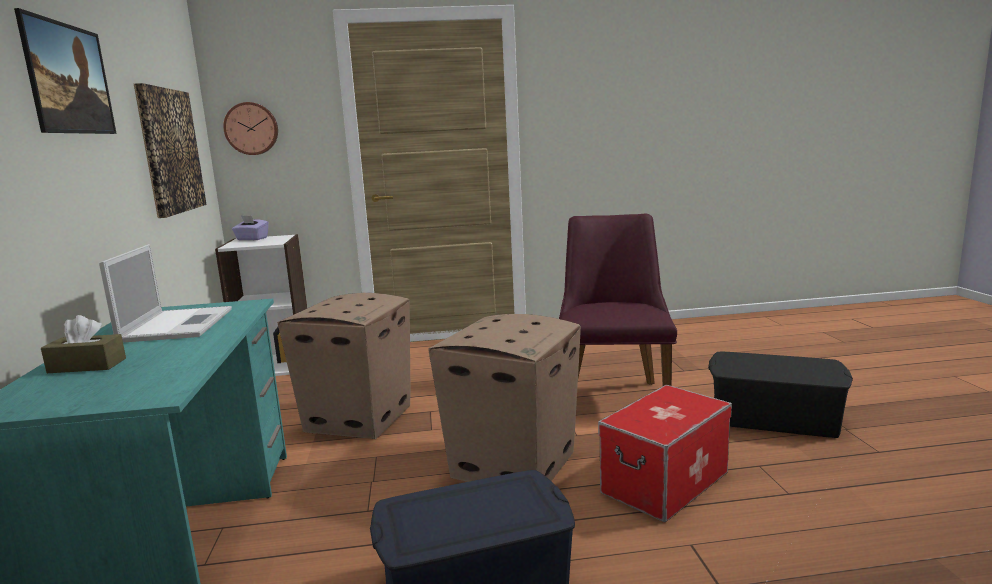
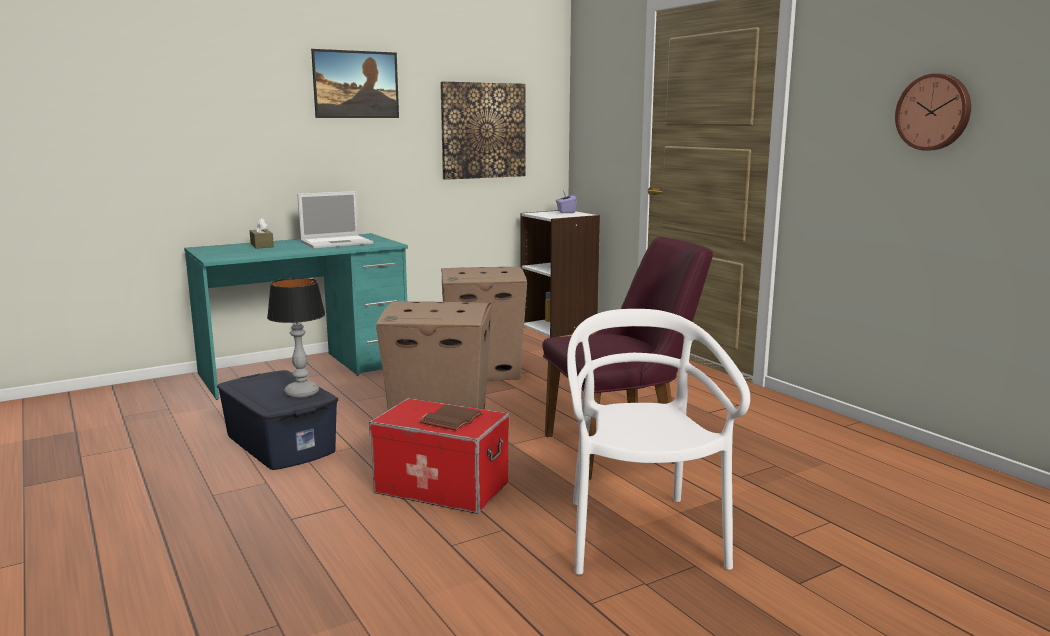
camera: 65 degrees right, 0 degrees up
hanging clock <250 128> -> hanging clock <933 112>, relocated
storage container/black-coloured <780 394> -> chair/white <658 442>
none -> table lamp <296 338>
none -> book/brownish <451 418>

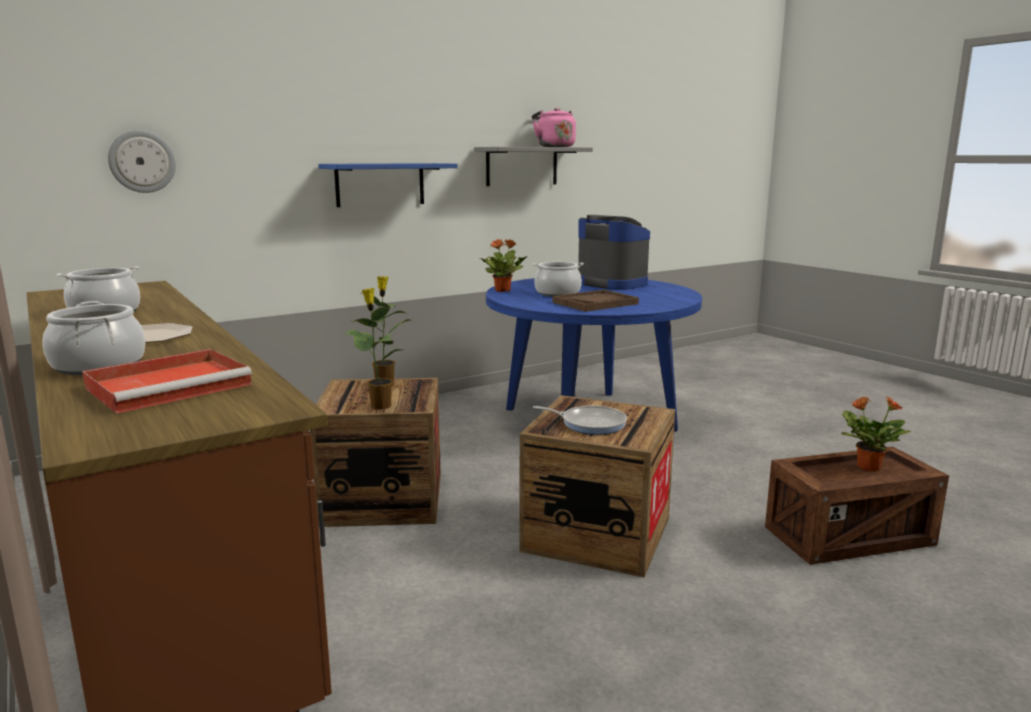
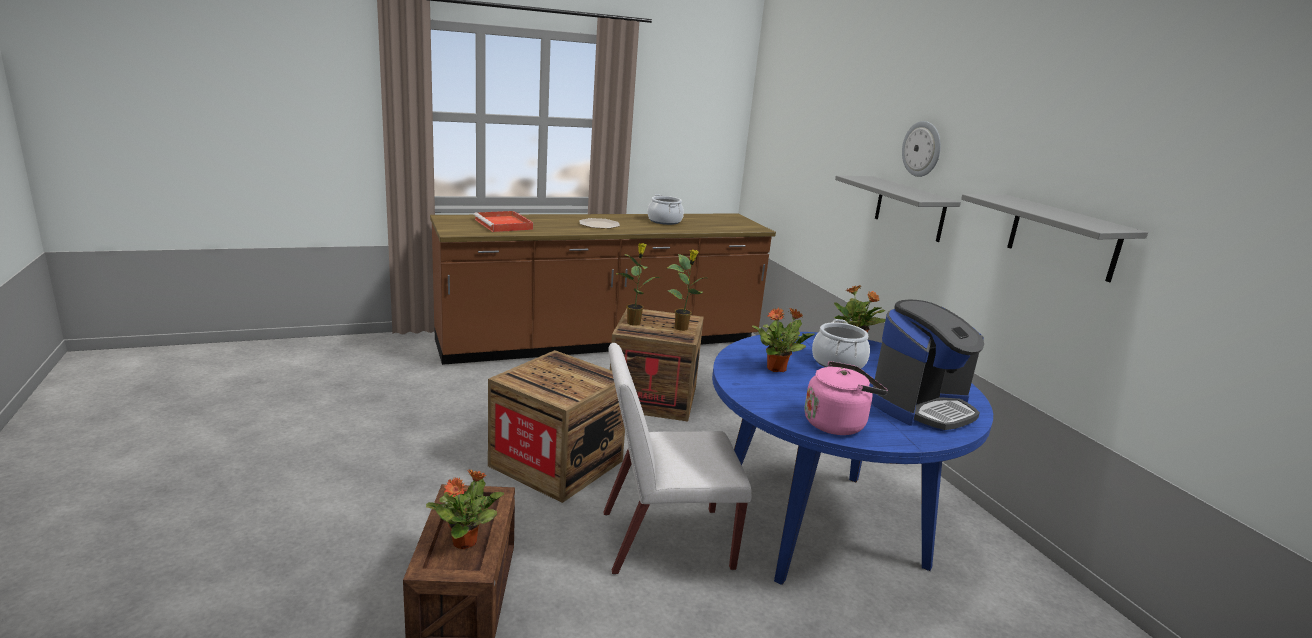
camera: 100 degrees right, 5 degrees up
stockpot <93 338> -> none
hanging clock <142 161> -> hanging clock <921 149>, relocated
bracket shelf/bluish <388 185> -> bracket shelf/grey <898 209>
tea kettle/pink <554 127> -> tea kettle/pink <846 398>, relocated
pan <580 420> -> none
carrying tray/brownish <596 301> -> houseplant <783 340>
none -> chair/white <677 459>

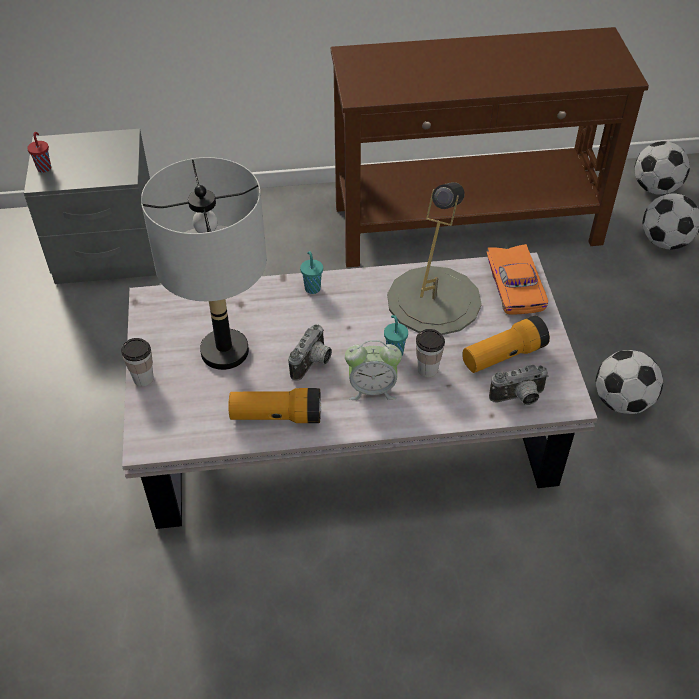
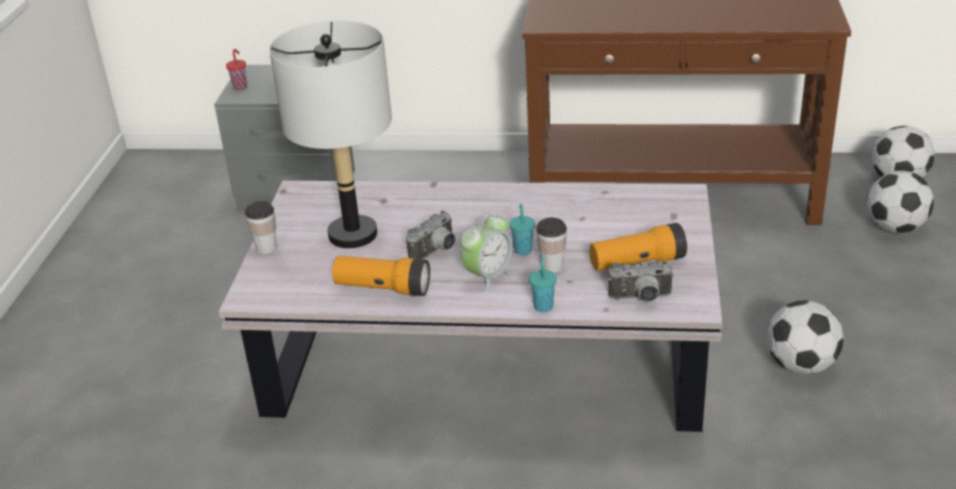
camera: 15 degrees right, 15 degrees down
small cup/blue-green <311 272> -> small cup/blue-green <543 285>, relocated
table clock <373 370> -> table clock <488 252>, 60 degrees counterclockwise
table lamp/grey <434 258> -> none
model car/orangey <517 279> -> none

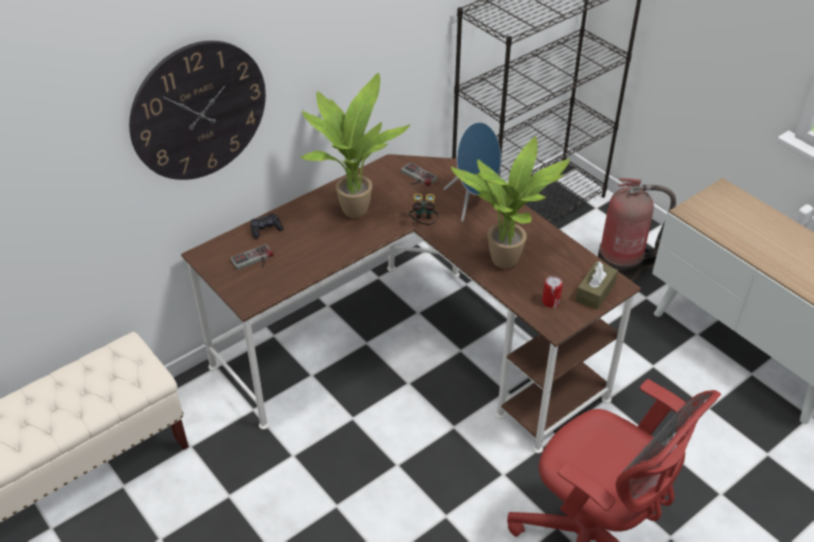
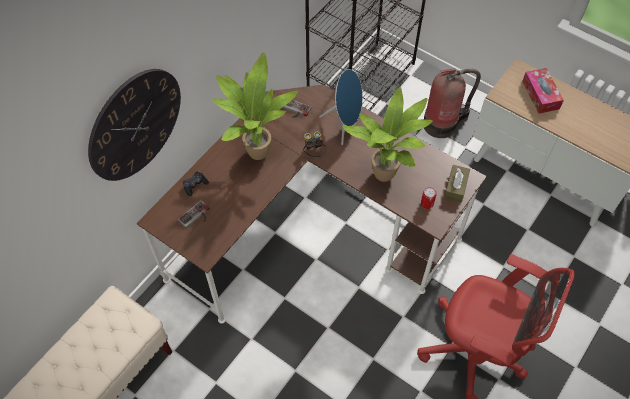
camera: 15 degrees left, 15 degrees up
none -> tissue box <543 91>

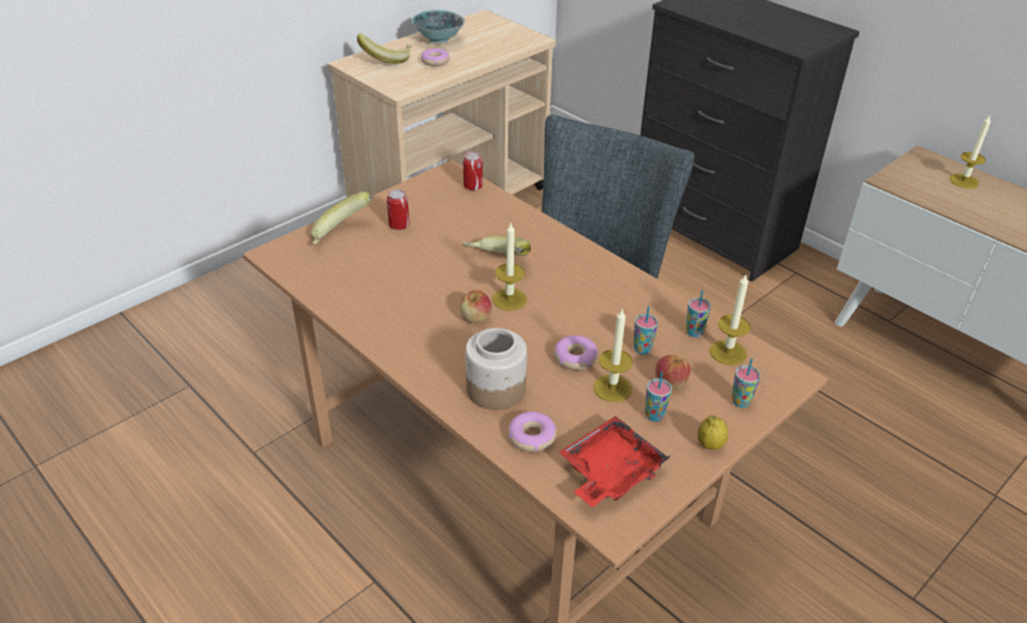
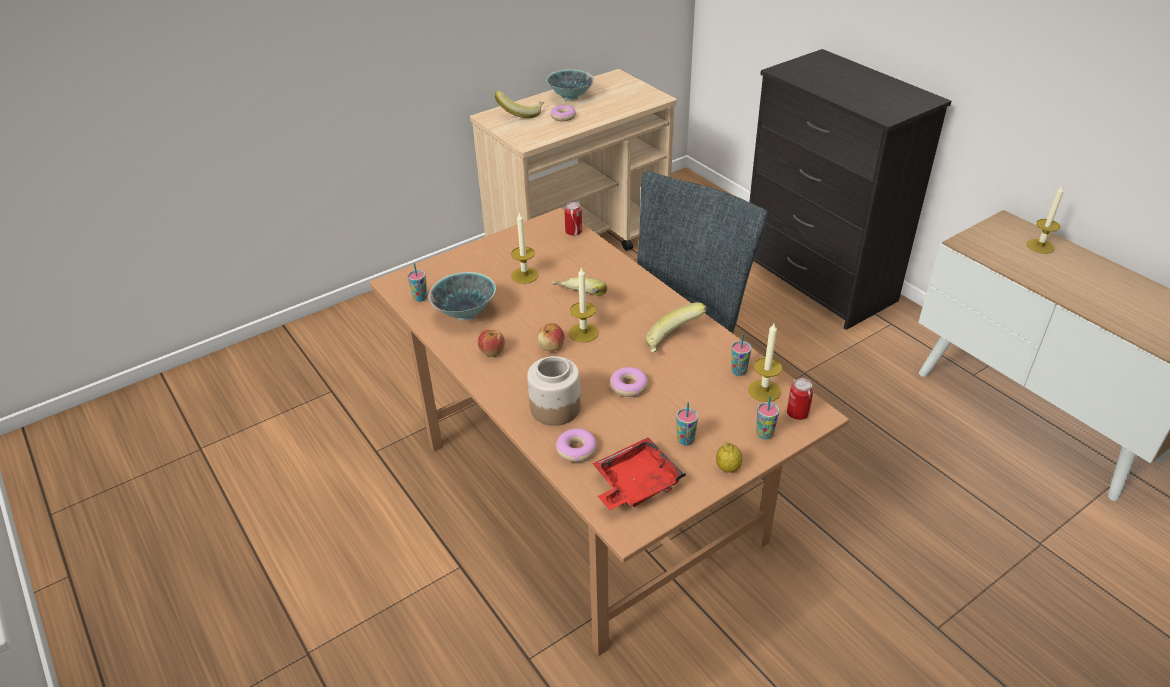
camera: 10 degrees right, 0 degrees up
banana <341 218> -> banana <676 327>, relocated
can <398 209> -> can <800 399>, relocated
wax candle <613 355> -> wax candle <524 248>, relocated
small cup <645 330> -> small cup <417 282>, relocated
whole apple <673 372> -> whole apple <491 343>, relocated
none -> bowl <462 296>

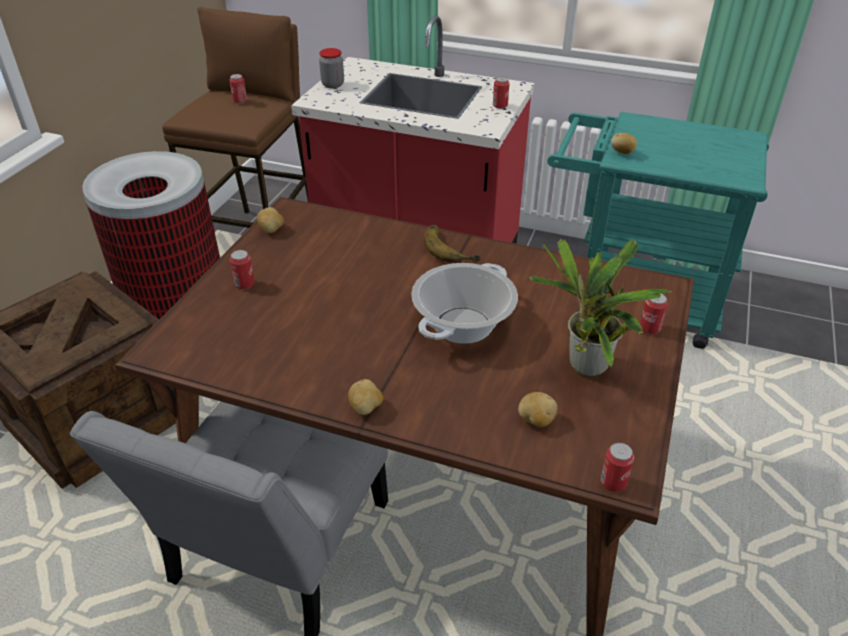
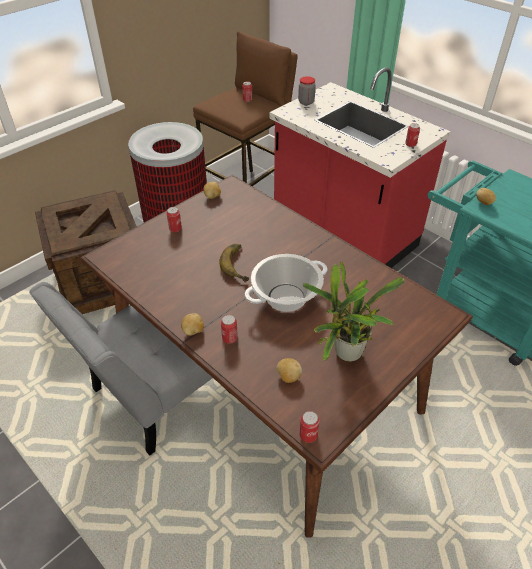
camera: 25 degrees right, 5 degrees up
banana <452 244> -> banana <234 262>, relocated
can <654 314> -> can <229 329>, relocated

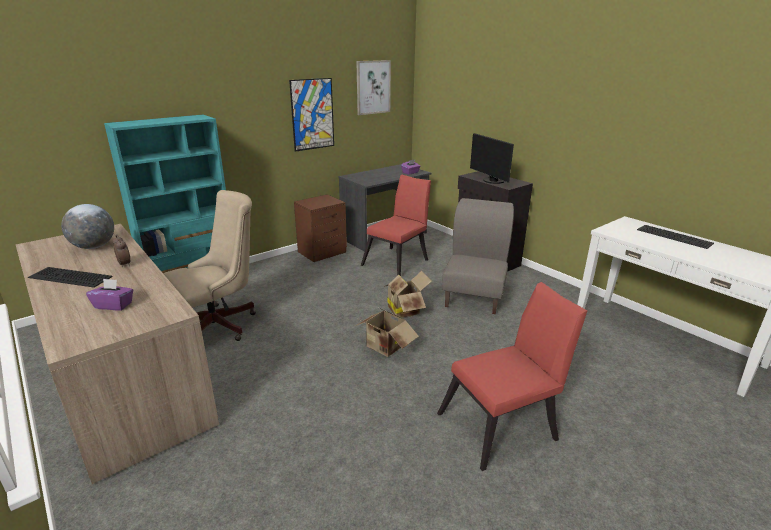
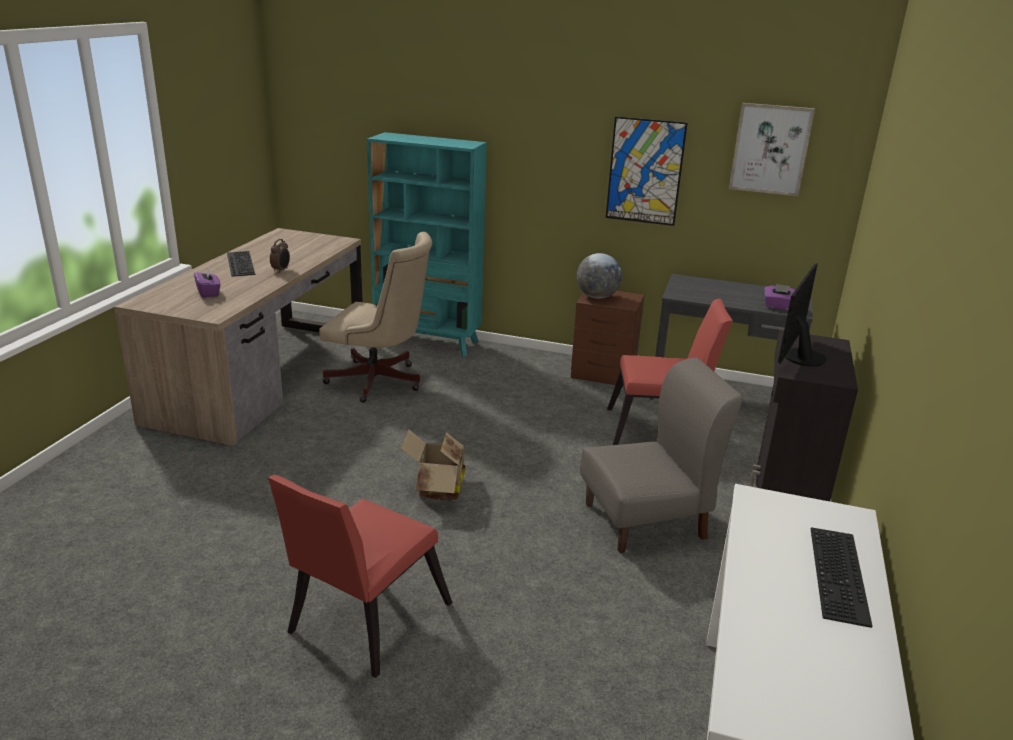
camera: 55 degrees right, 0 degrees up
desk globe <87 226> -> desk globe <599 276>, relocated
cardboard box <407 294> -> none
chair/reddish <512 376> -> chair/reddish <360 576>, 90 degrees clockwise

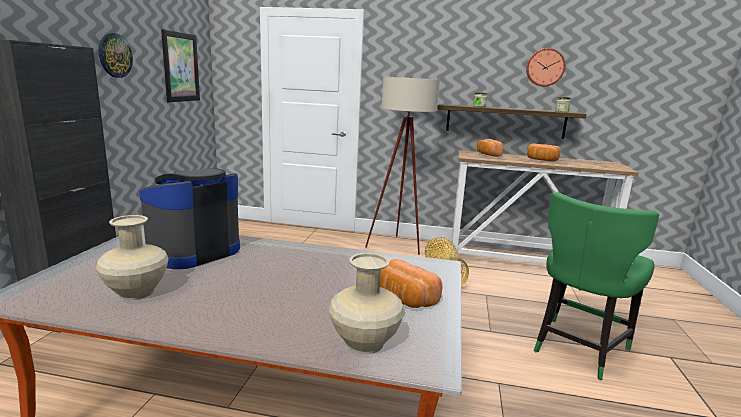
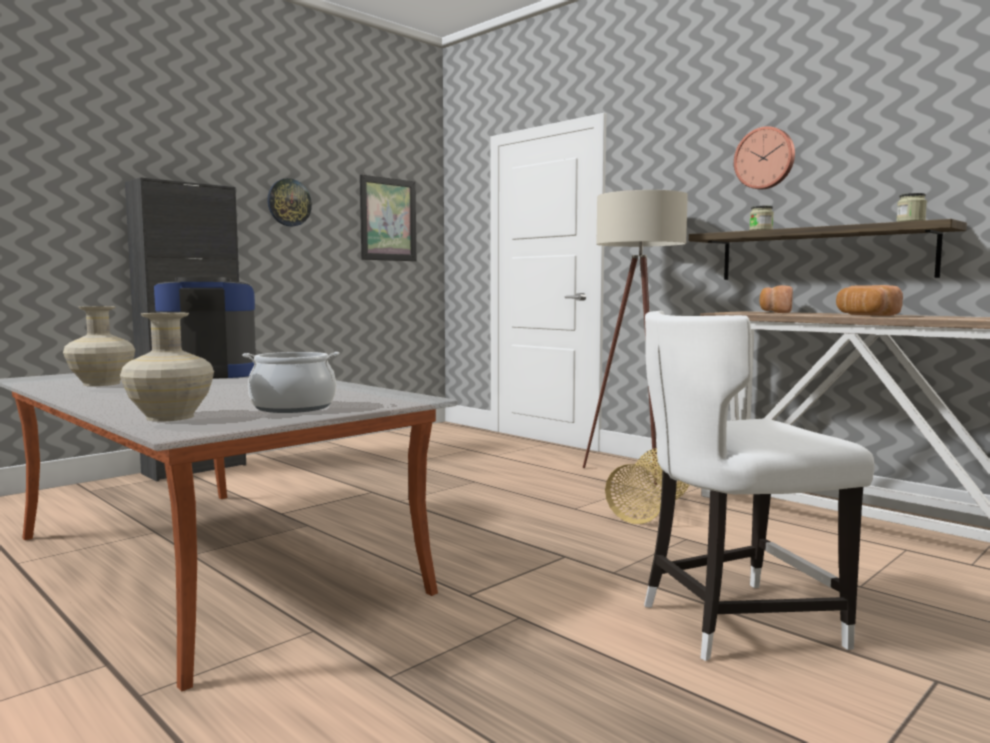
camera: 35 degrees right, 10 degrees down
bakery bread <411 283> -> stockpot <291 382>
hanging clock <545 67> -> hanging clock <764 157>, relocated
chair/greenish <596 286> -> chair/white <759 486>

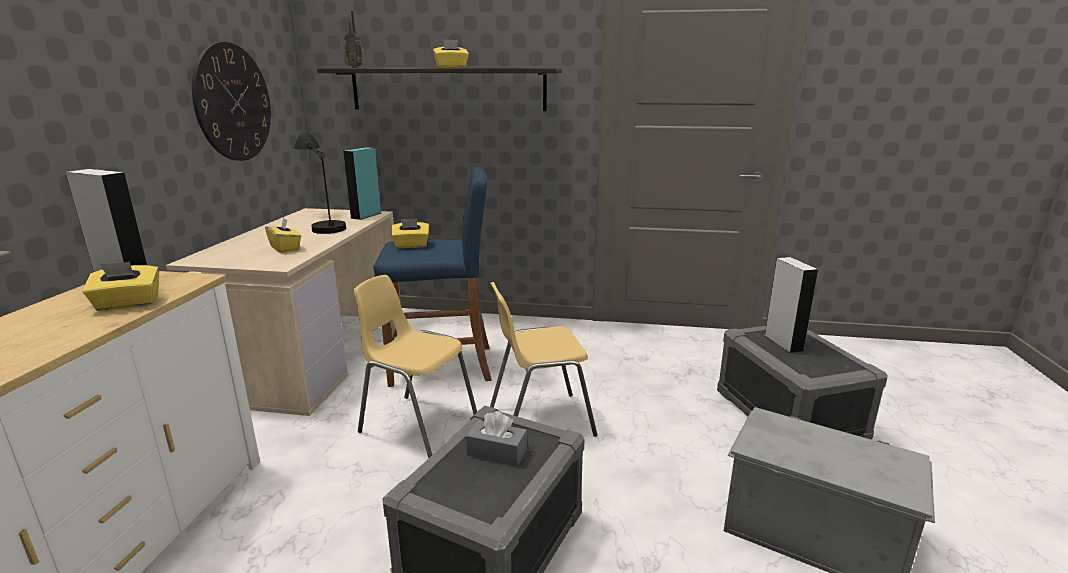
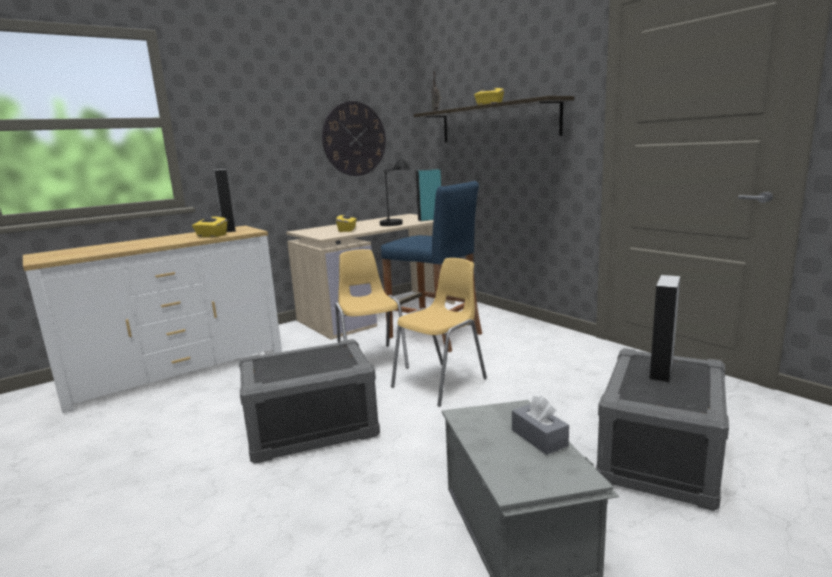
camera: 45 degrees right, 5 degrees down
tissue box/yellowish <410 233> -> none
tissue box/grey <496 438> -> tissue box/grey <540 425>, relocated
chair/yellowish <543 359> -> chair/yellowish <439 332>, 105 degrees clockwise

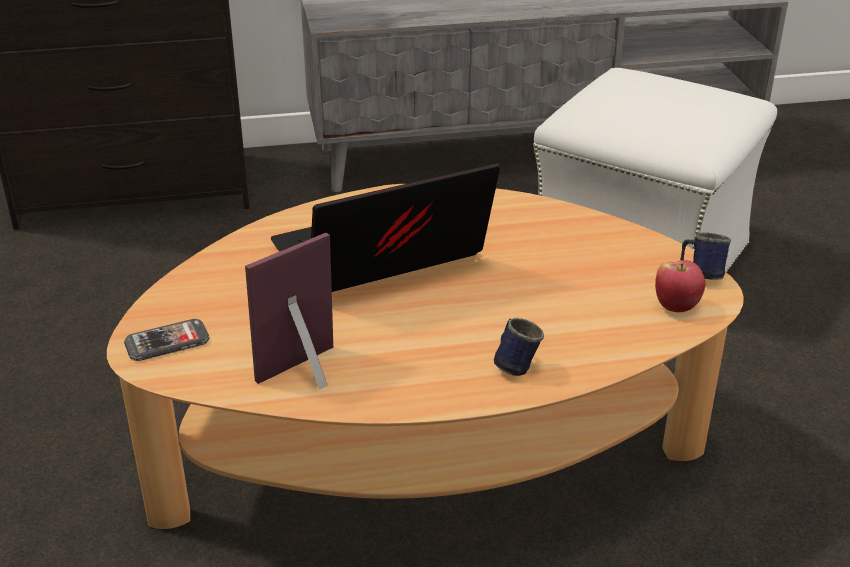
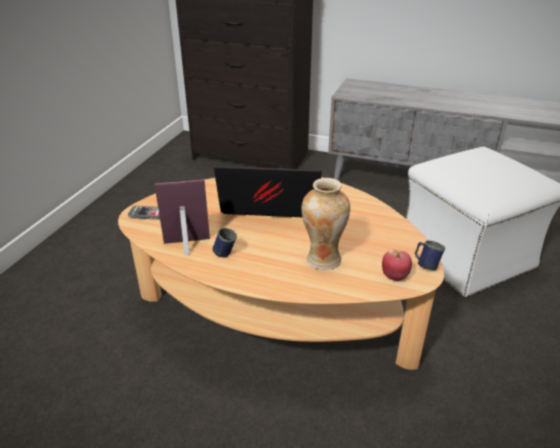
camera: 30 degrees right, 0 degrees up
coffee mug/bluish <519 347> -> coffee mug/bluish <225 243>, relocated
none -> flower vase <326 224>

